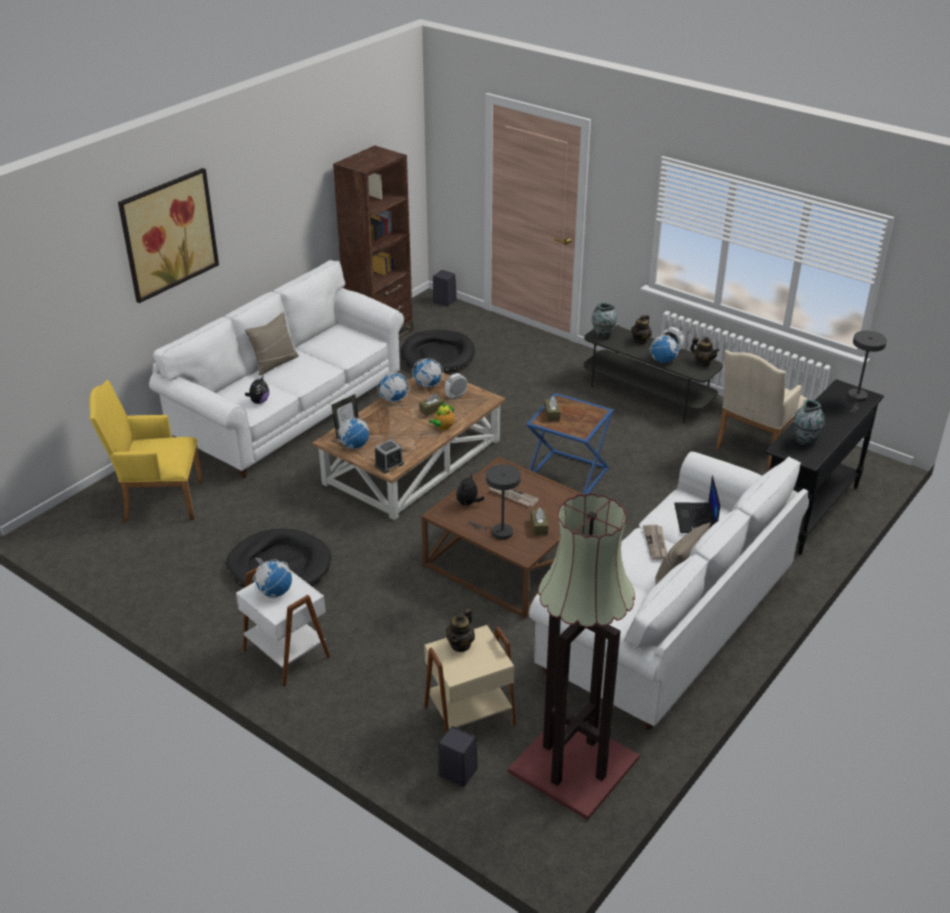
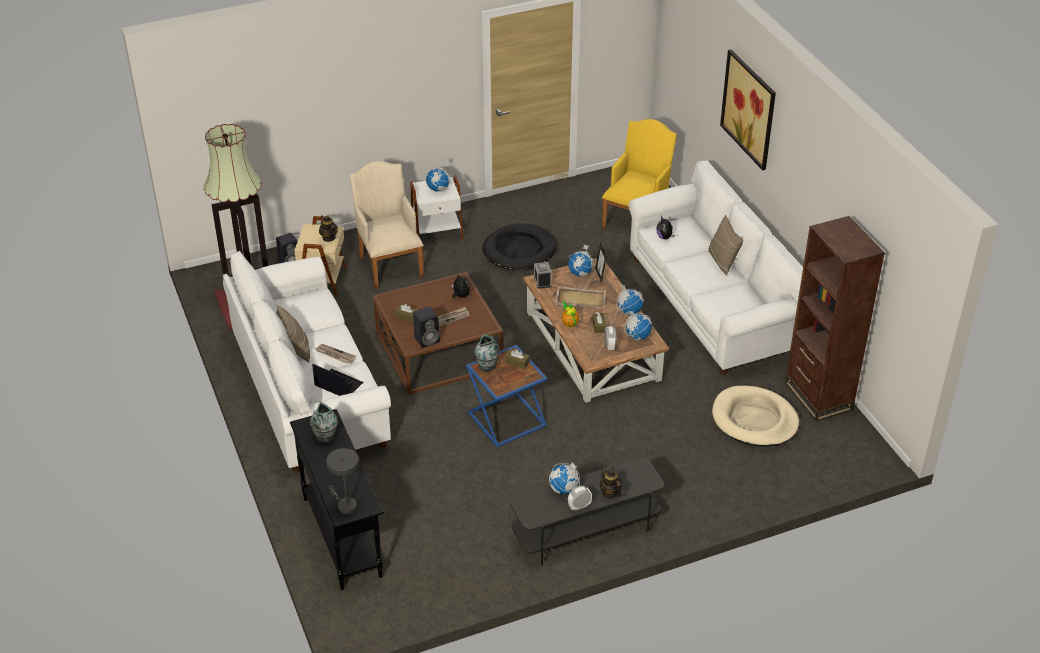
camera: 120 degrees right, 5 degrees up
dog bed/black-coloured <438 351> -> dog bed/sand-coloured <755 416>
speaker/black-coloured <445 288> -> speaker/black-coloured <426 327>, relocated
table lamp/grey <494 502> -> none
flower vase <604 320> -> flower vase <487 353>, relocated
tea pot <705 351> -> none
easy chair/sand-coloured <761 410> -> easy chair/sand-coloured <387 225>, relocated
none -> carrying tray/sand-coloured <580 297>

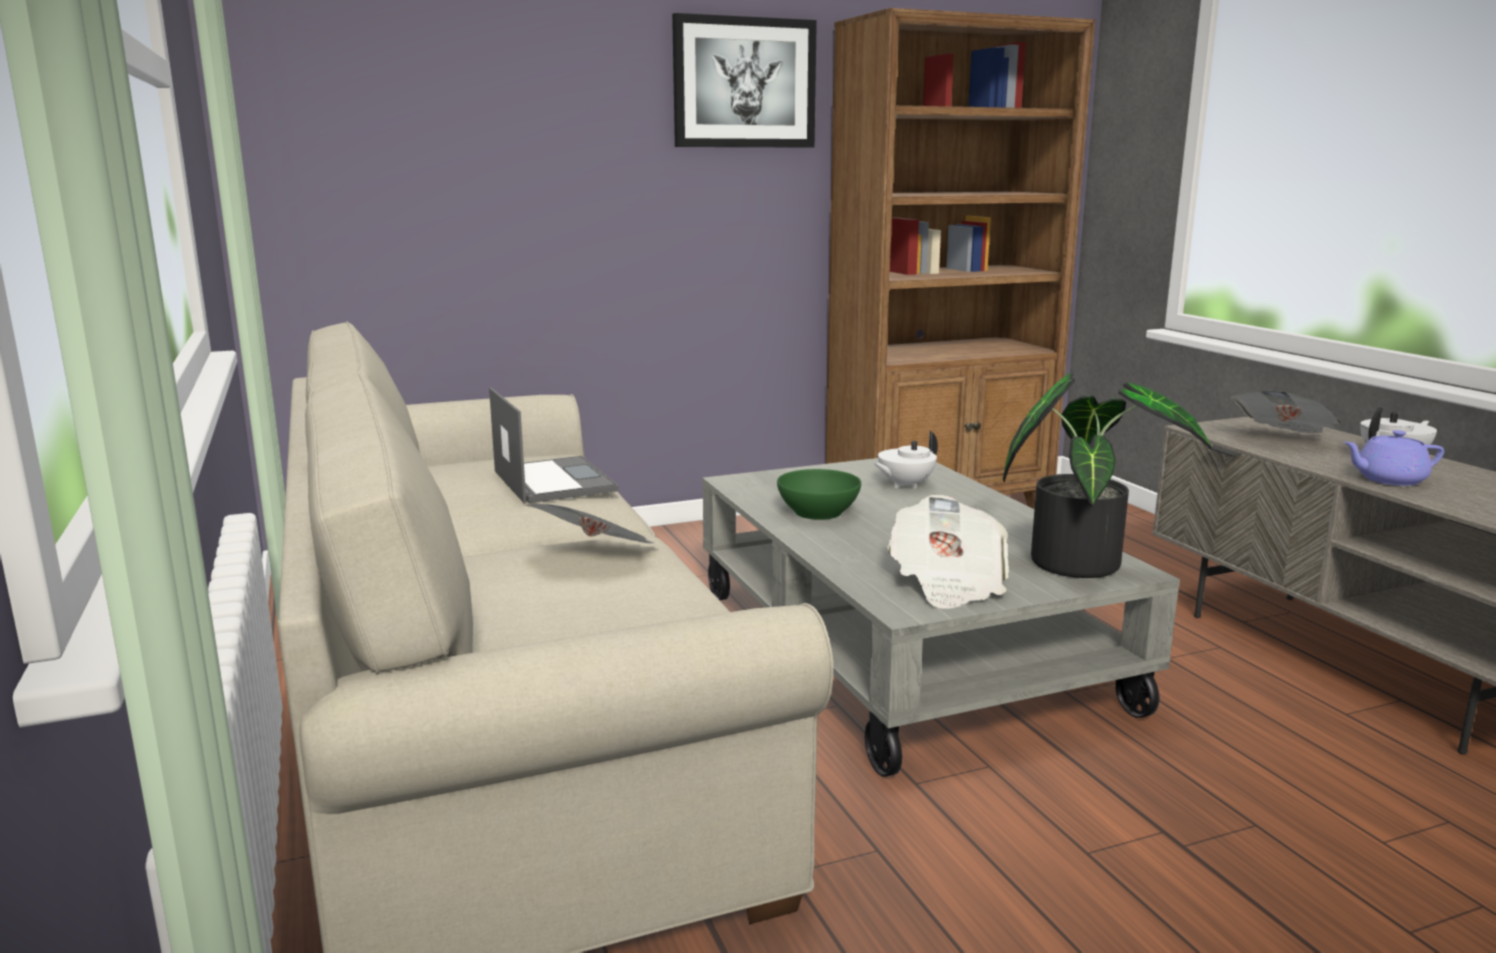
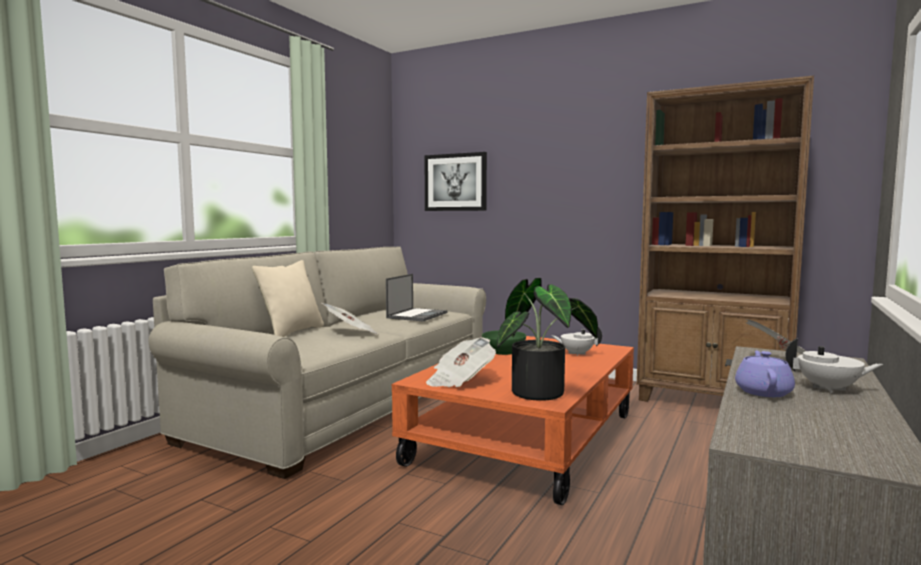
camera: 50 degrees right, 10 degrees down
picture <744 80> -> picture <456 181>, relocated
coffee table/grey <941 617> -> coffee table/orangey <513 421>
tea pot/purple-coloured <1393 458> -> tea pot/purple-coloured <765 373>, 60 degrees clockwise
none -> cushion/sand-coloured <288 298>

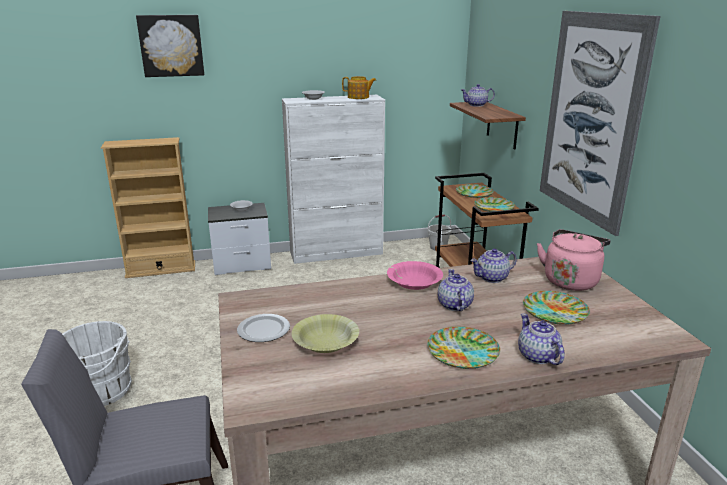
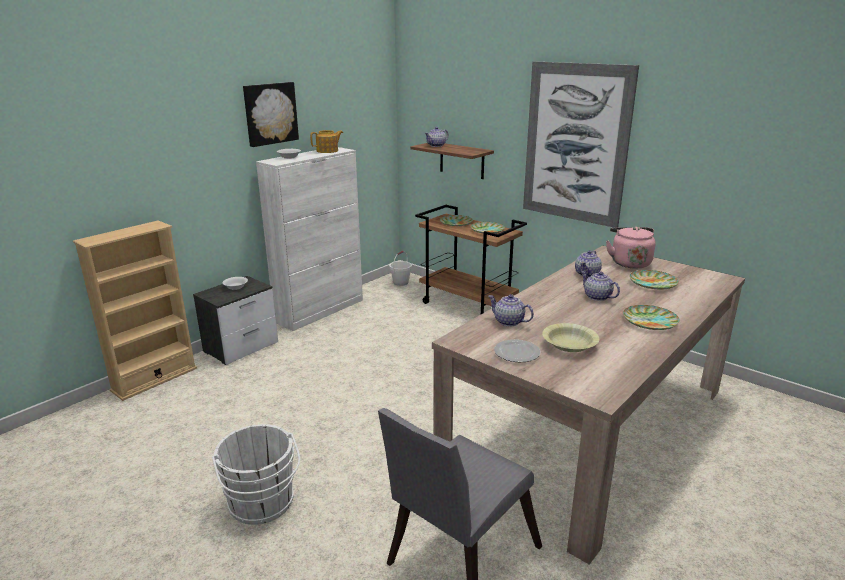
camera: 35 degrees left, 0 degrees up
picture <170 46> -> picture <271 114>, relocated
bowl/pink <415 275> -> none
tea pot <541 339> -> tea pot <511 310>, relocated

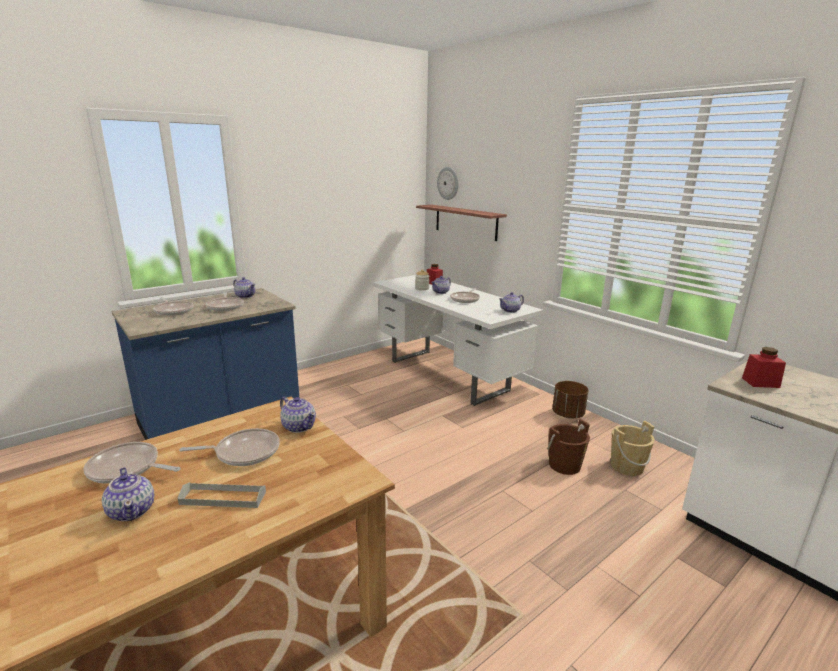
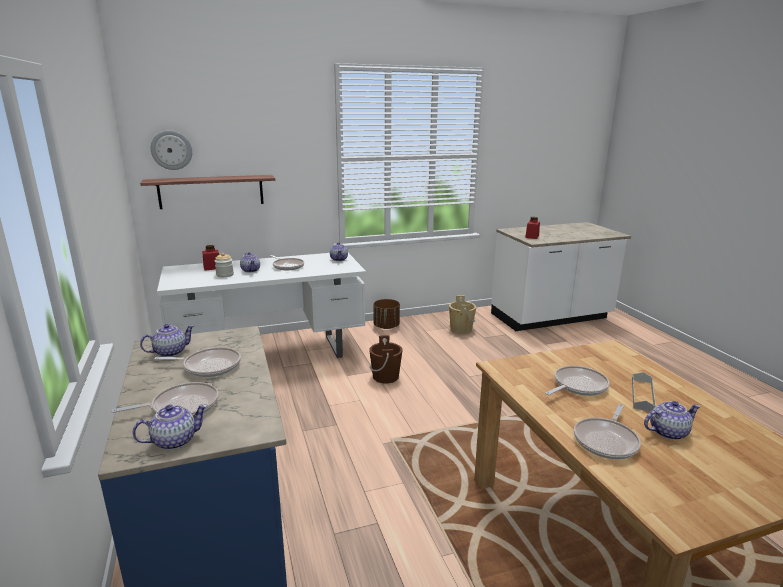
camera: 70 degrees left, 0 degrees up
pan <229 447> -> pan <577 381>, 45 degrees clockwise
tea pot <298 415> -> tea pot <170 427>, relocated
bucket/brownish <568 447> -> bucket/brownish <386 359>, relocated

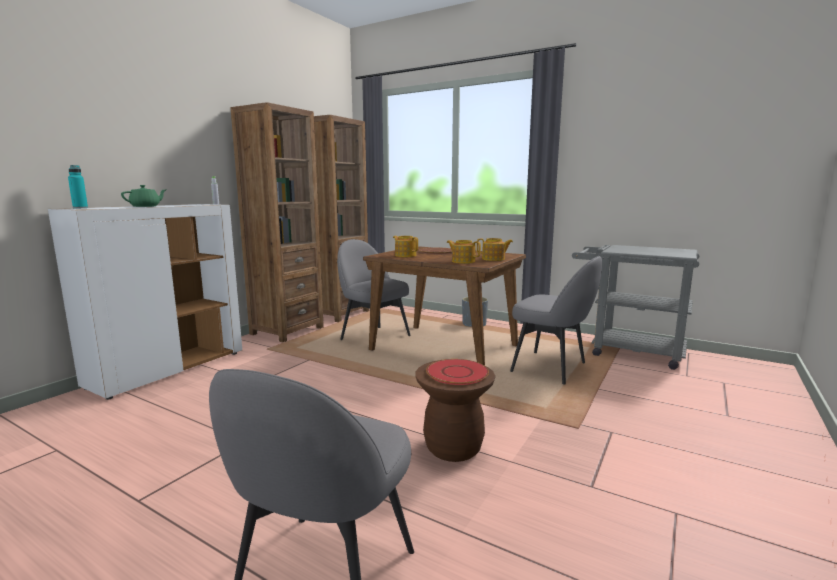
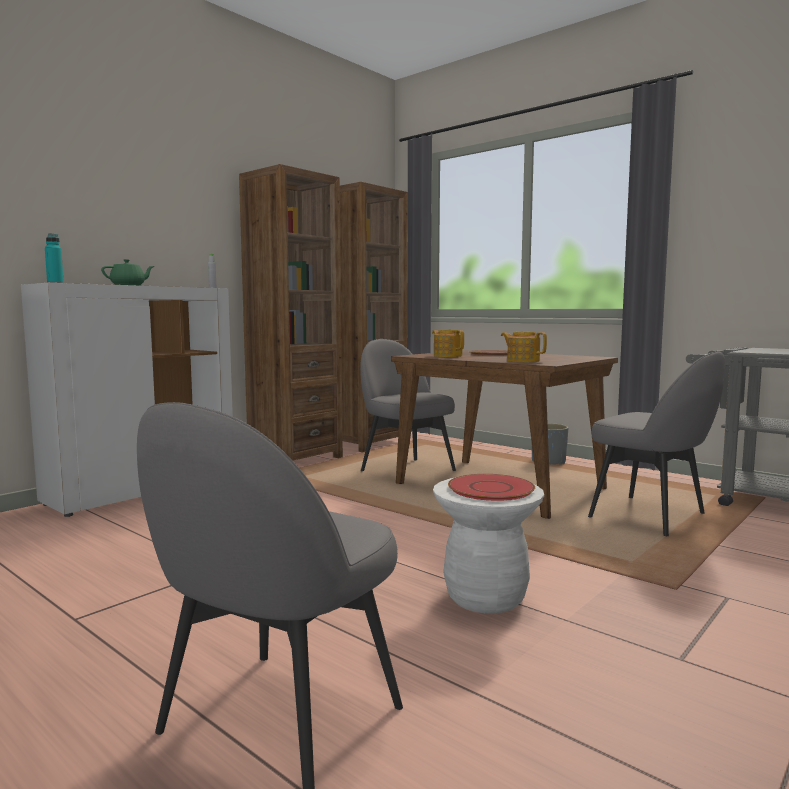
camera: 10 degrees right, 5 degrees down
sitting stool/brownish <455 411> -> sitting stool/white <488 546>
tea pot <495 249> -> none

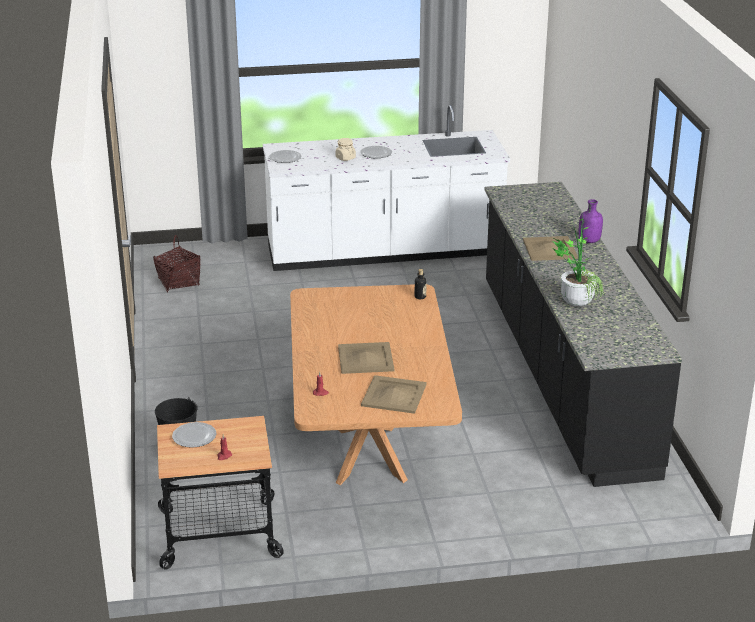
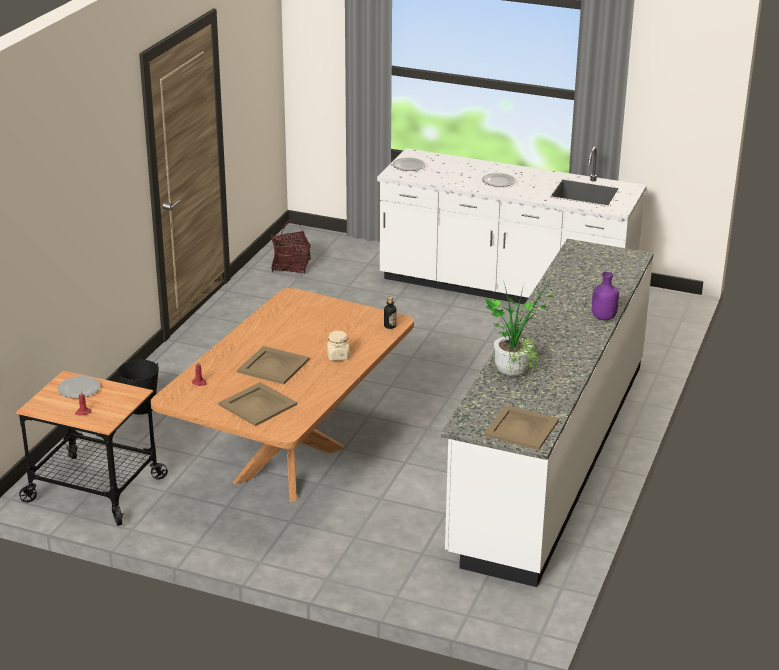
camera: 30 degrees right, 0 degrees up
storage jar/sand-coloured <346 149> -> storage jar/sand-coloured <338 346>, relocated
kitchen counter/black-coloured <583 334> -> kitchen counter/white <547 413>
carrying tray/sand-coloured <550 248> -> carrying tray/sand-coloured <521 427>, relocated

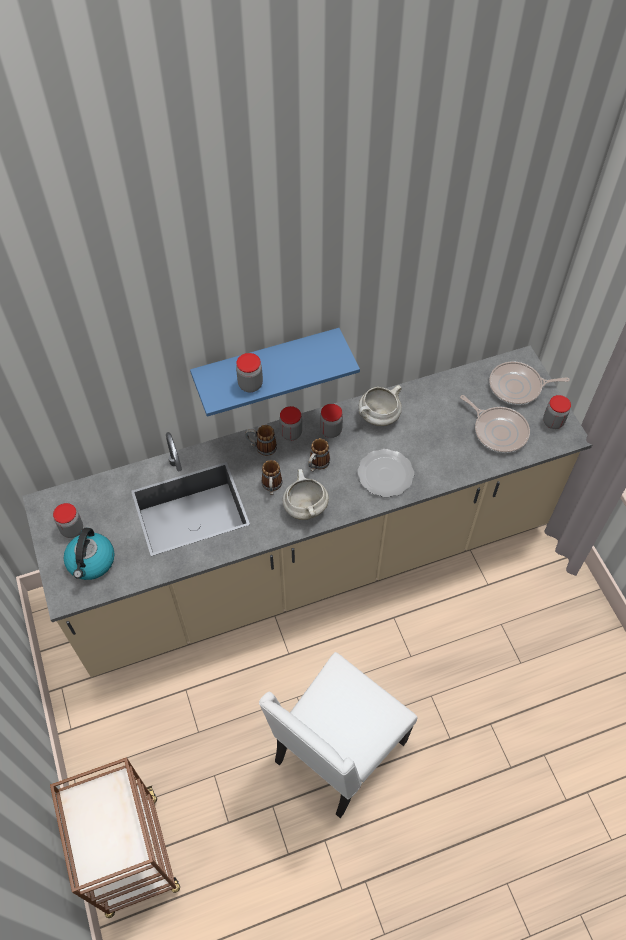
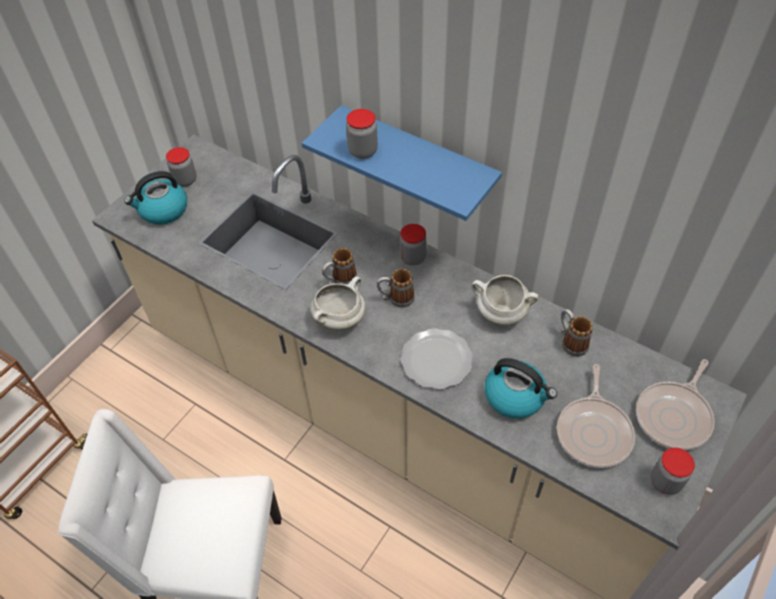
camera: 55 degrees right, 5 degrees down
coffee mug <261 440> -> coffee mug <577 333>, relocated
storage jar <331 421> -> none
pan <529 383> -> pan <675 404>, 105 degrees counterclockwise
none -> tea kettle <521 388>

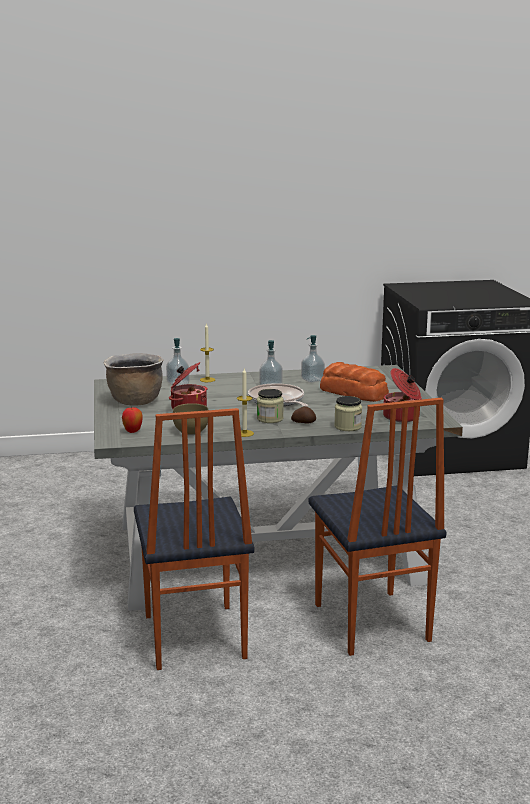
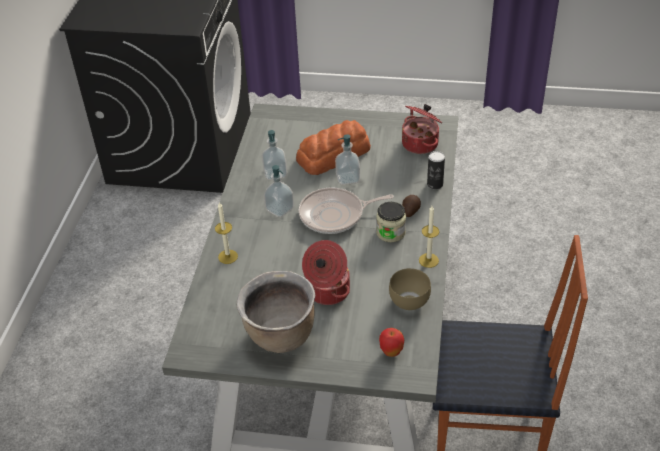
camera: 70 degrees left, 25 degrees up
soap dispenser <177 362> -> soap dispenser <347 159>, relocated
chair <378 527> -> none
storage jar <348 413> -> can <436 170>

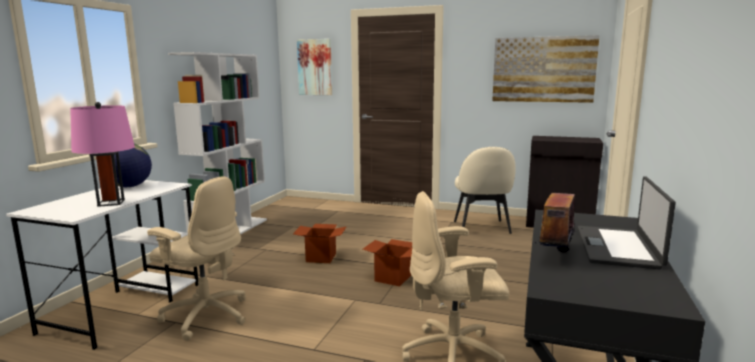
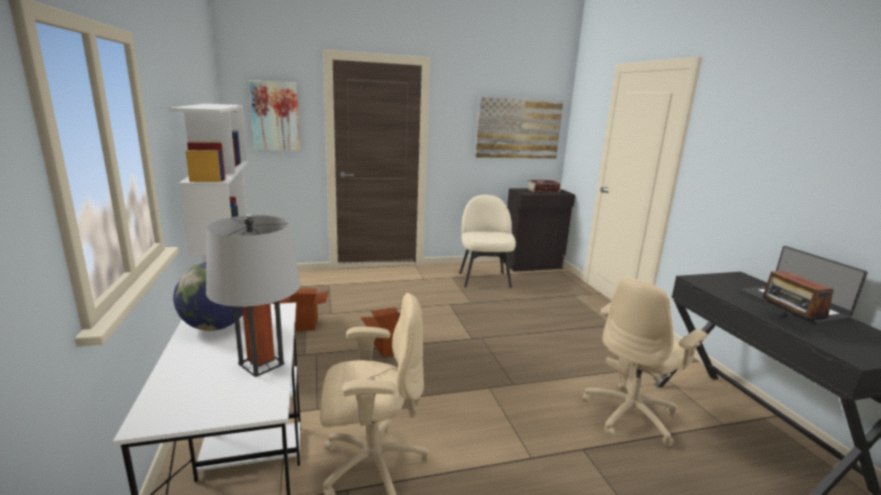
camera: 35 degrees left, 5 degrees up
table lamp/pink <102 154> -> table lamp/grey <253 296>
cardboard box <388 262> -> cardboard box <301 309>, relocated
chair/sand-coloured <485 190> -> chair/sand-coloured <488 241>, 150 degrees counterclockwise
none -> book <544 186>

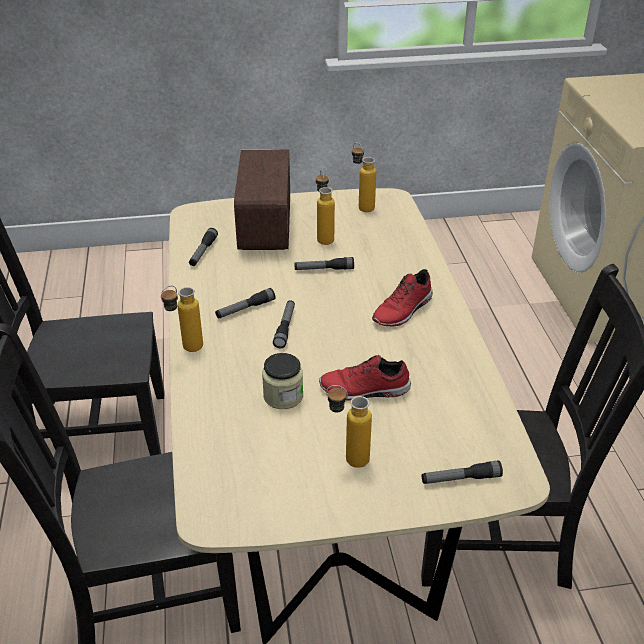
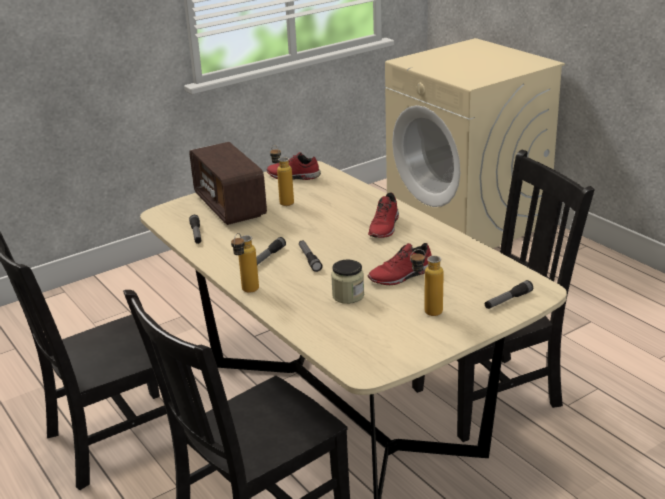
camera: 25 degrees left, 10 degrees down
torch <324 263> -> none
beverage bottle <364 177> -> shoe/reddish <294 166>

